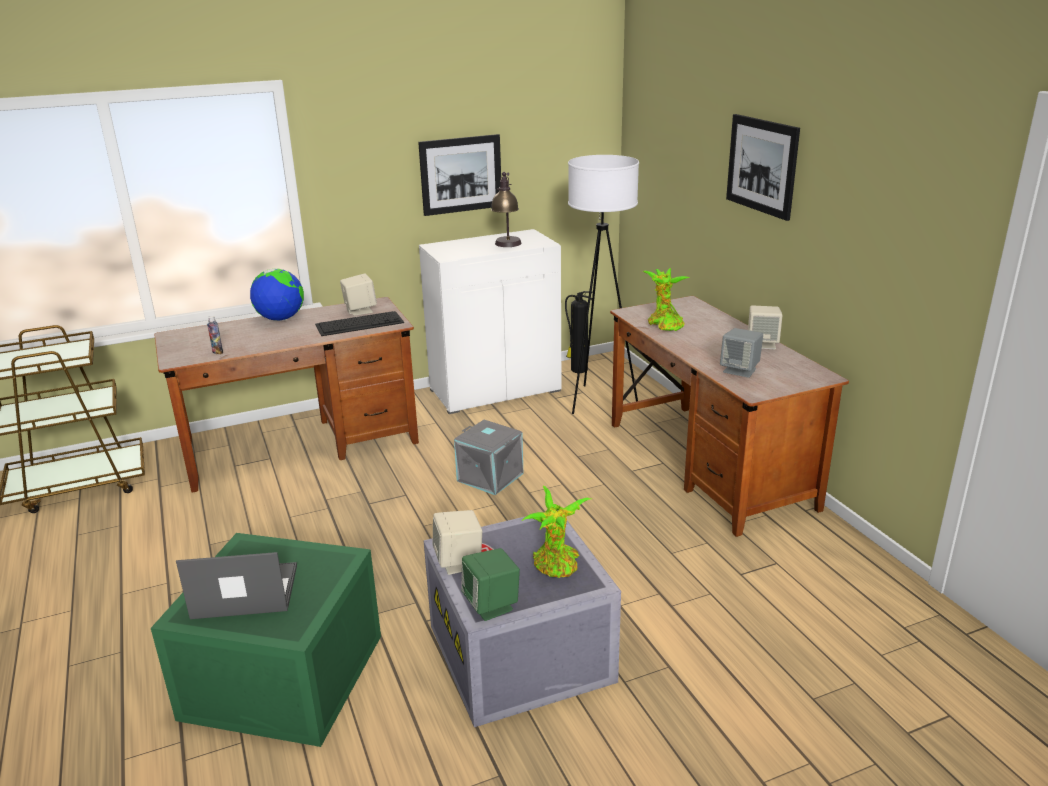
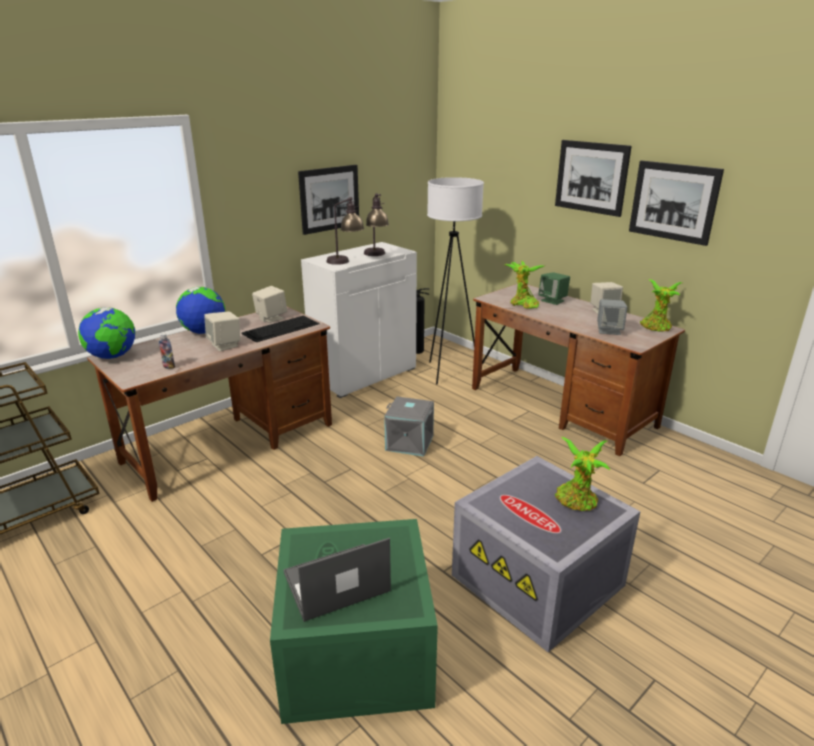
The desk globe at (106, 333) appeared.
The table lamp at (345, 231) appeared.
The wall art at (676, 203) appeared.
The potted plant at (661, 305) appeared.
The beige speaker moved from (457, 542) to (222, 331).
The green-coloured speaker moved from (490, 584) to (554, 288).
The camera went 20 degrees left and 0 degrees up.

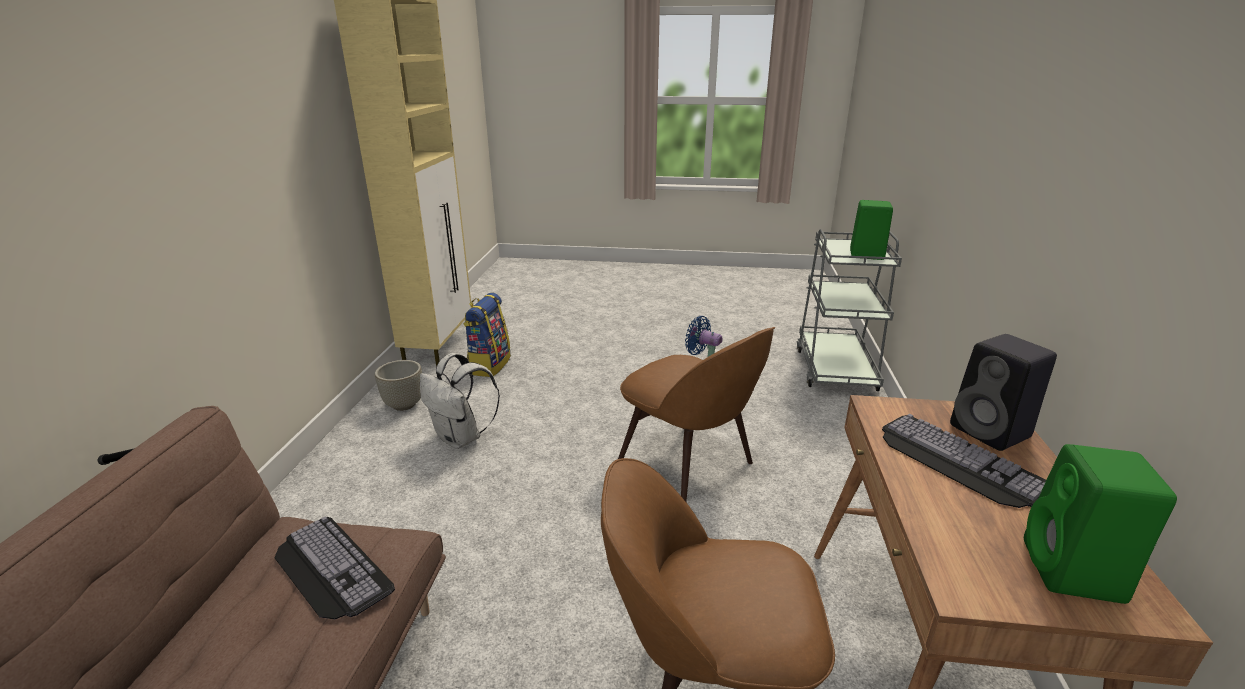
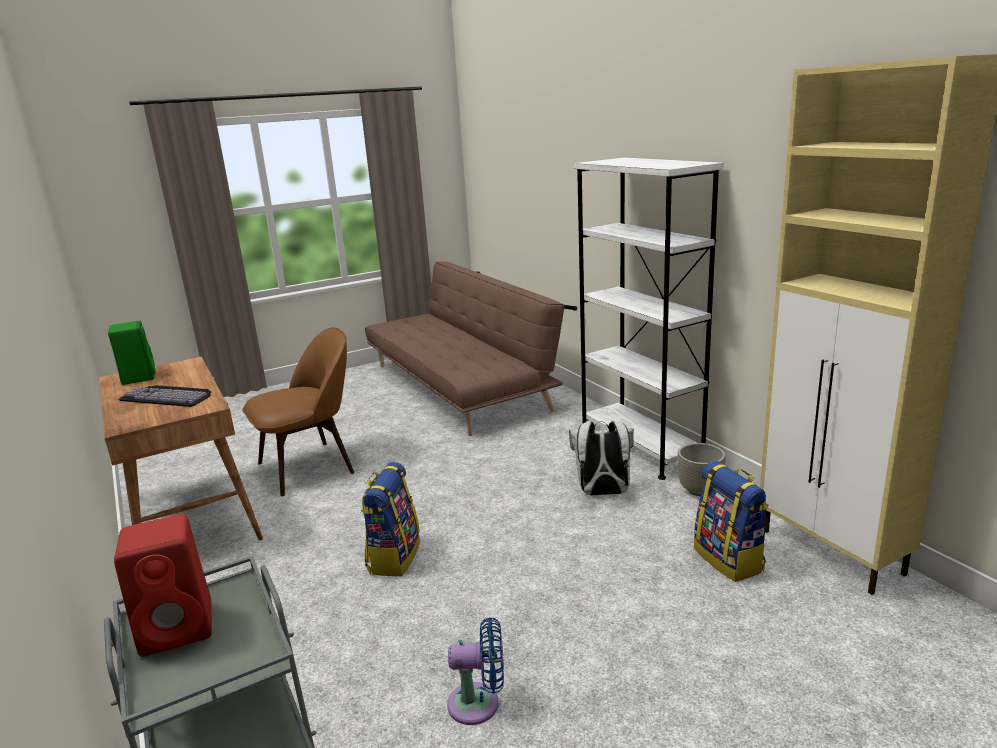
The keyboard at (335, 567) disappeared.
The black speaker at (1003, 392) disappeared.
The white bookcase at (648, 319) appeared.
The brownish chair at (696, 414) was replaced by the backpack at (390, 519).
The green-coloured speaker at (871, 230) became the reddish speaker at (163, 585).
The camera went 145 degrees right and 5 degrees down.

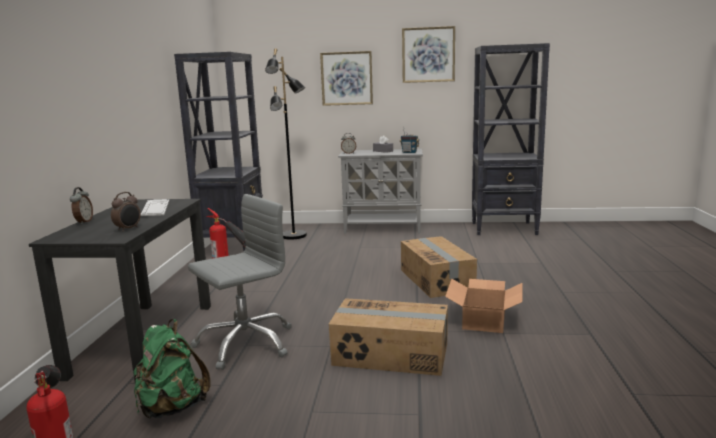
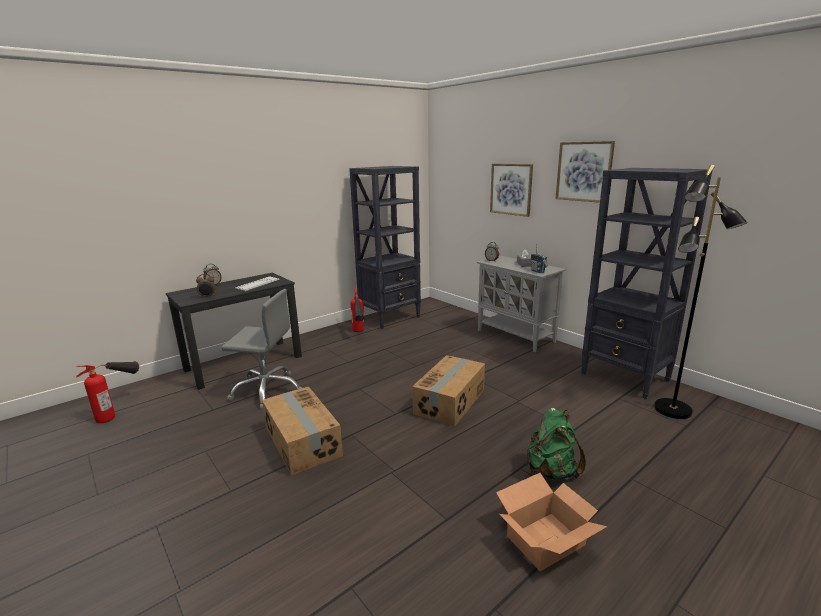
The green-coloured backpack moved from (172, 369) to (556, 444).
The black standard lamp moved from (286, 144) to (701, 292).
The packing box moved from (483, 306) to (551, 522).
The camera went 45 degrees right and 5 degrees up.

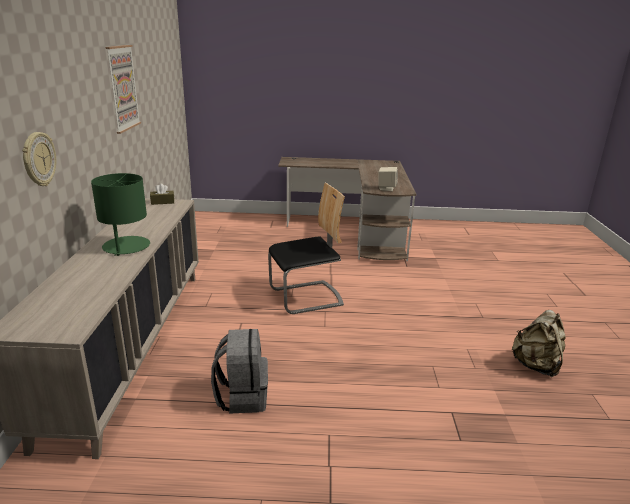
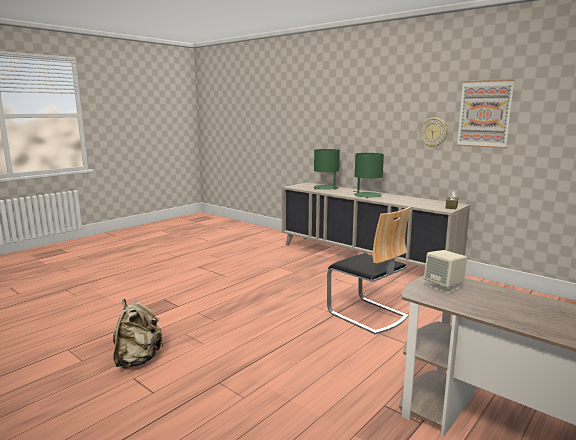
The gray backpack at (239, 371) disappeared.
The green-coloured table lamp at (327, 169) appeared.
The clock on the wall moved from (39, 159) to (434, 132).
The chair at (306, 248) turned 60 degrees counterclockwise.
The camera went 130 degrees right and 10 degrees down.

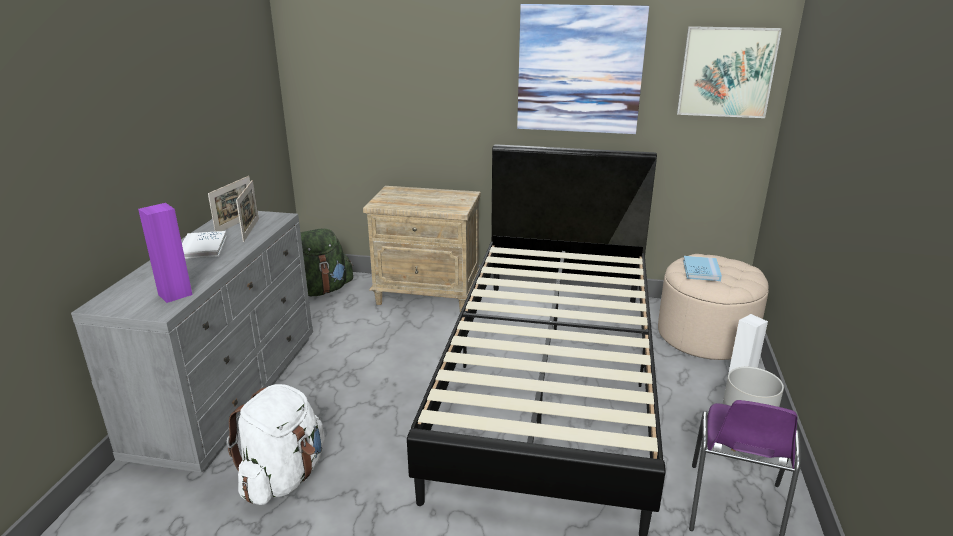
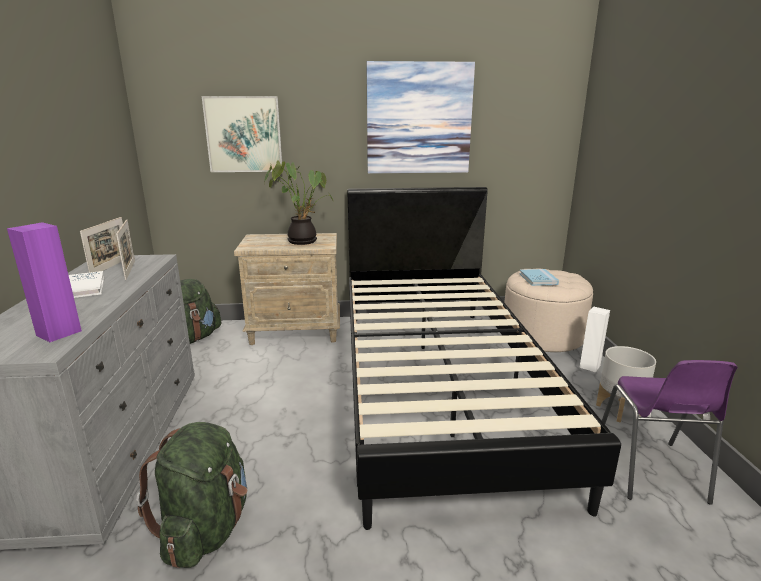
The potted plant at (298, 202) appeared.
The wall art moved from (729, 72) to (242, 134).
The white backpack at (275, 444) became the green-coloured backpack at (192, 495).
The camera went 15 degrees left and 5 degrees down.

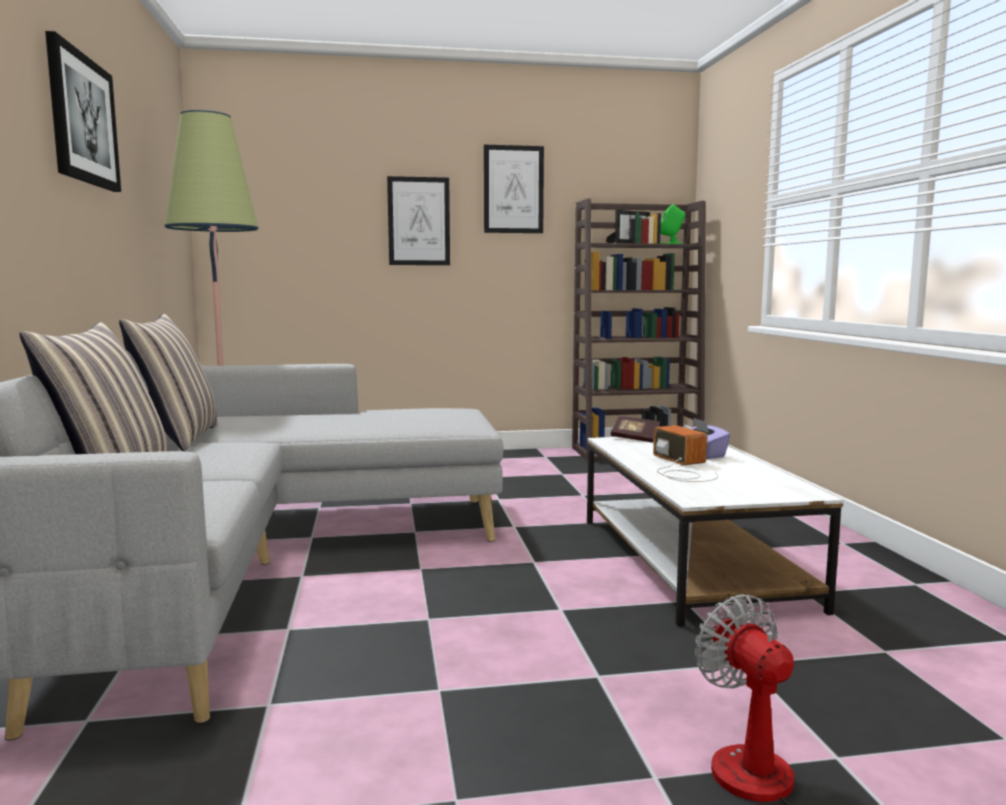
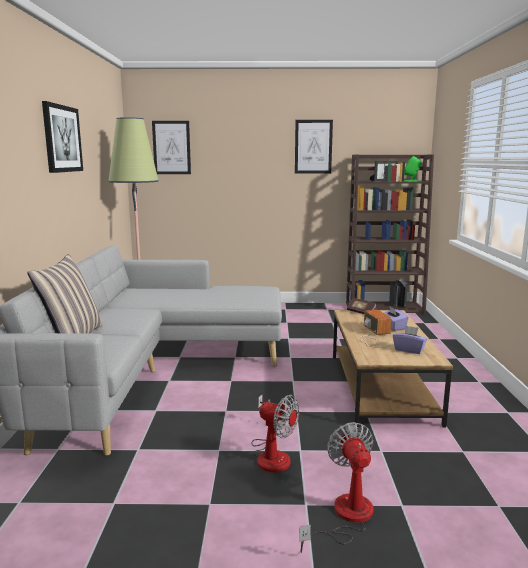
The pillow at (168, 382) disappeared.
The electric fan at (275, 433) appeared.
The purple-coloured box of tissues at (410, 339) appeared.
The wall art moved from (418, 220) to (171, 147).
The white lounge table at (715, 532) became the brownish lounge table at (393, 368).
The camera went 10 degrees right and 5 degrees up.

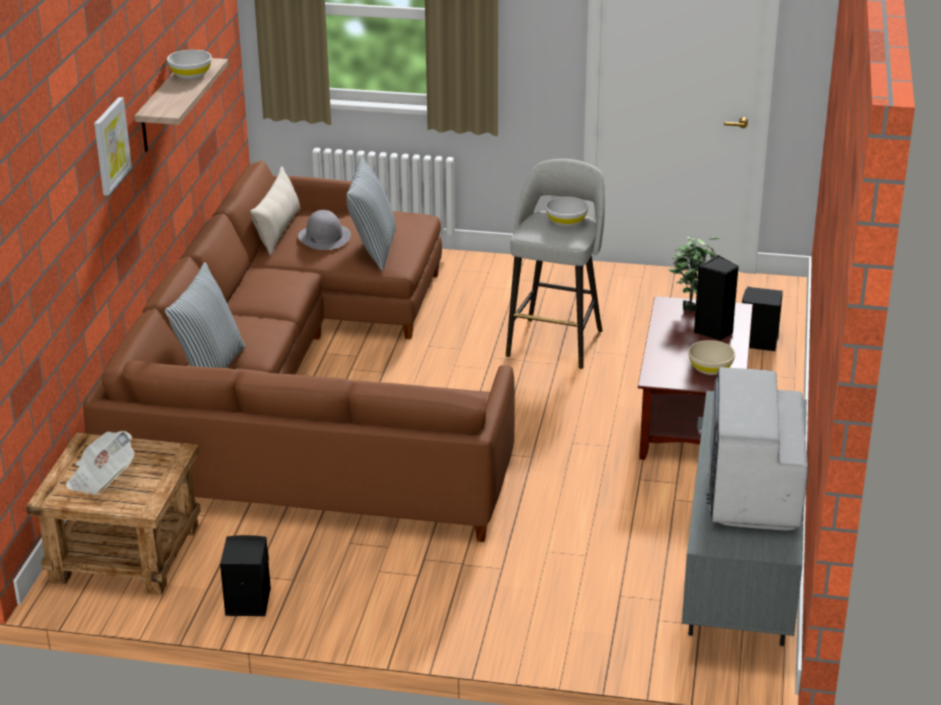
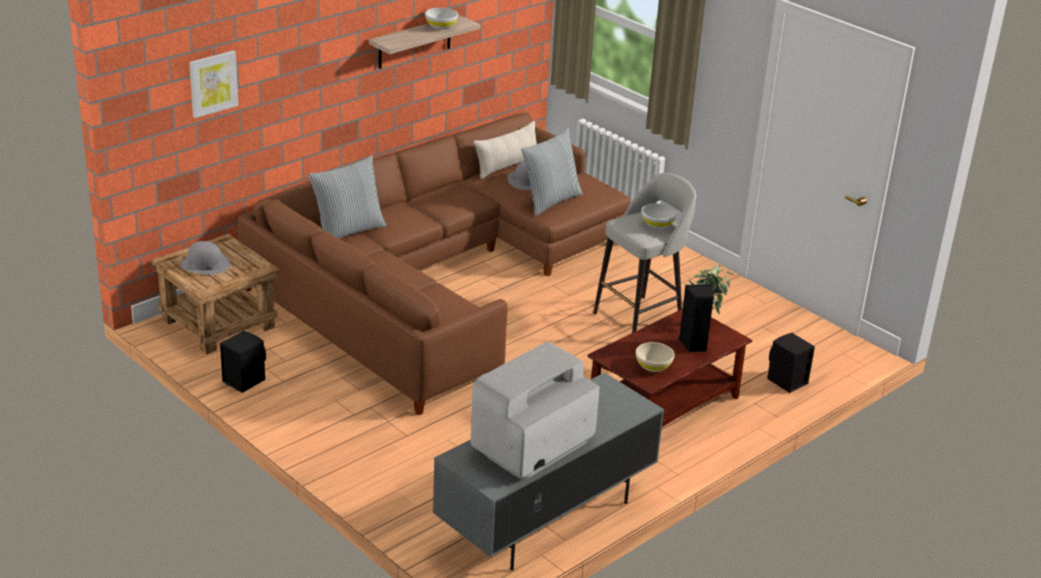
The wall art moved from (113, 146) to (213, 84).
The newspaper at (100, 463) was replaced by the gray clothing hat at (205, 258).
The camera went 35 degrees right and 0 degrees up.

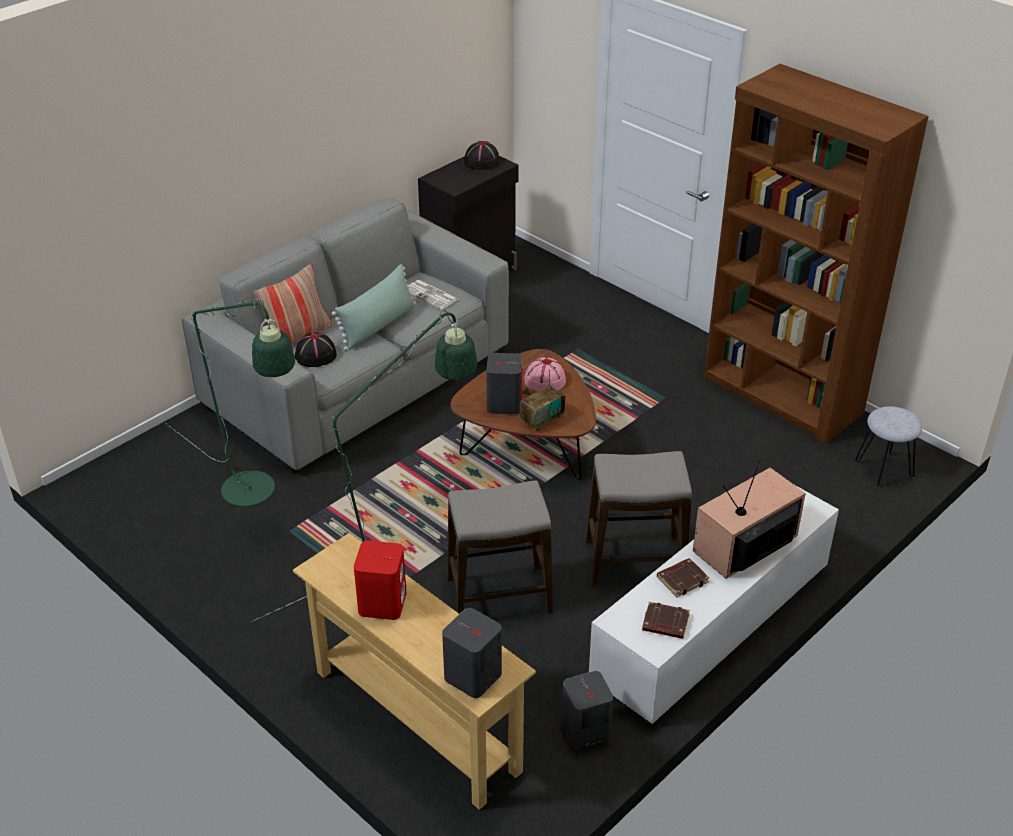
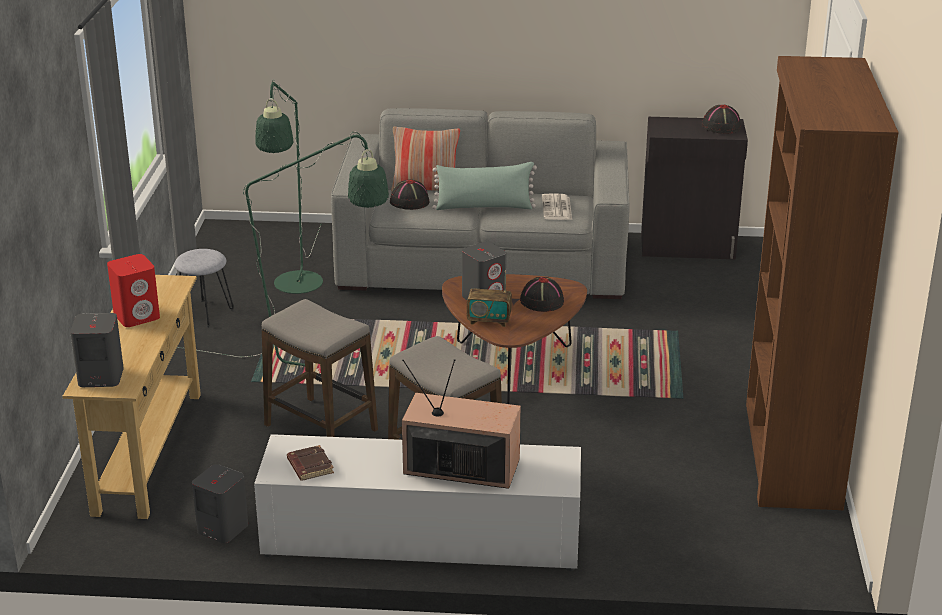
The brownish bound book at (683, 578) disappeared.
The gray stool seat moved from (888, 447) to (204, 288).
The pink-coloured clothing hat at (545, 374) became the black clothing hat at (542, 294).
The camera went 50 degrees right and 10 degrees down.

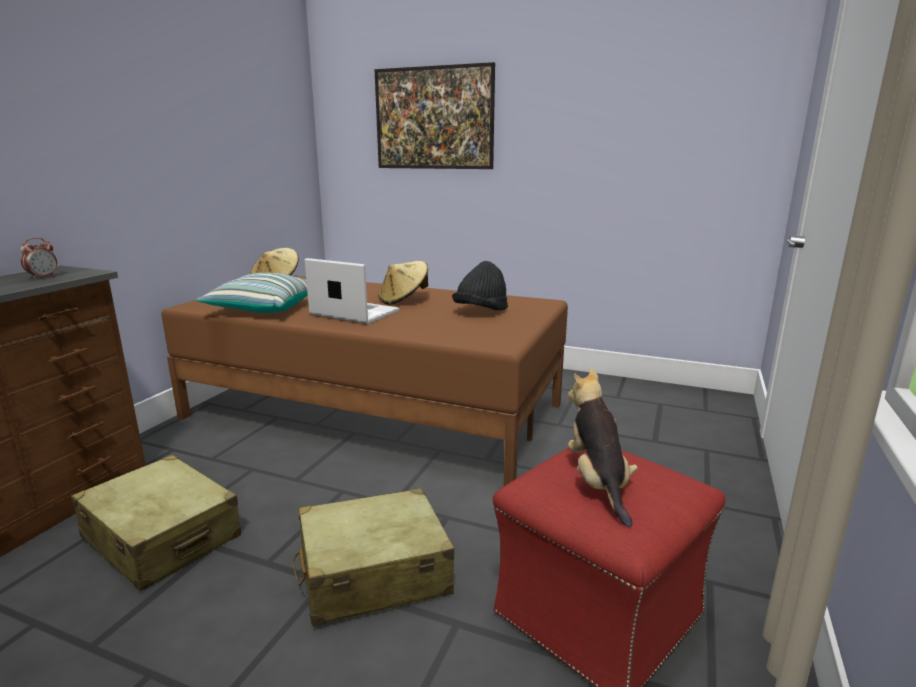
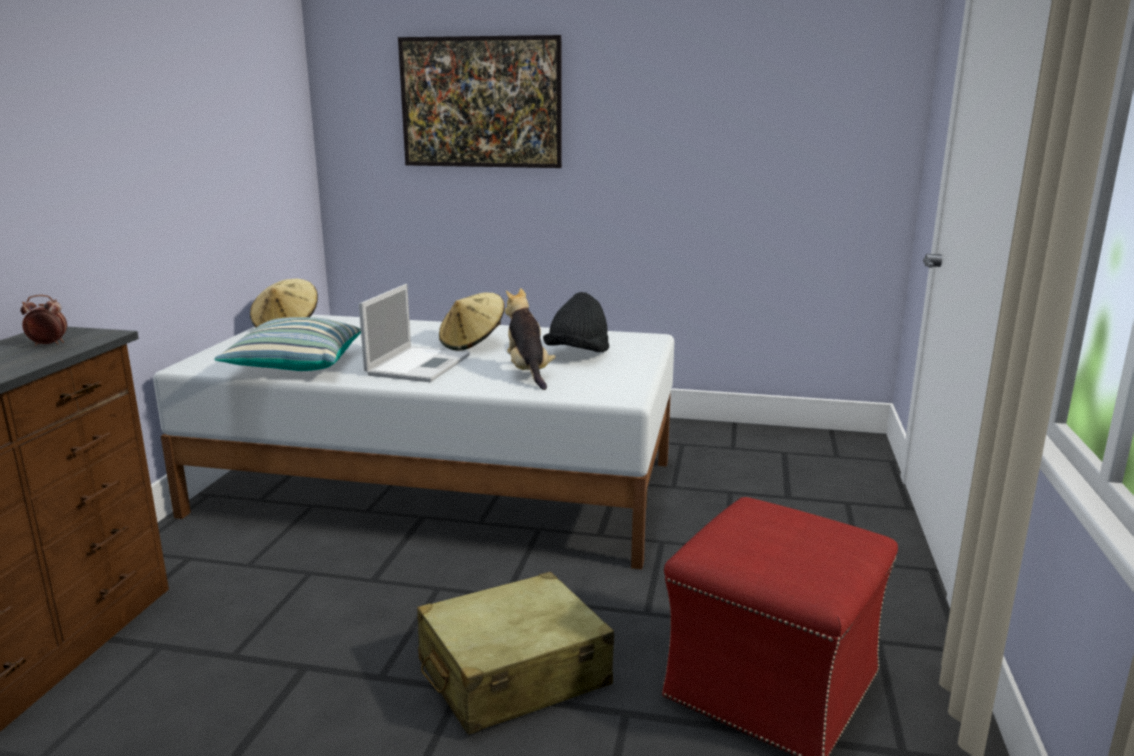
The beige travel case at (156, 523) disappeared.
The soft toy moved from (603, 447) to (530, 339).
The brownish bed at (364, 380) became the white bed at (413, 442).
The table clock at (38, 258) turned 120 degrees counterclockwise.
The portable computer at (352, 291) turned 90 degrees clockwise.
The camera went 10 degrees left and 0 degrees up.

